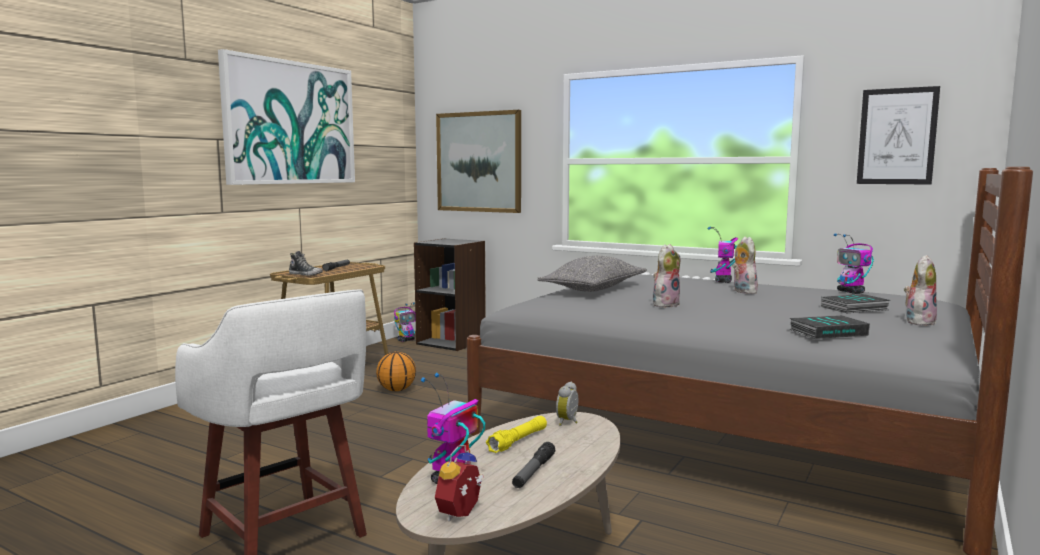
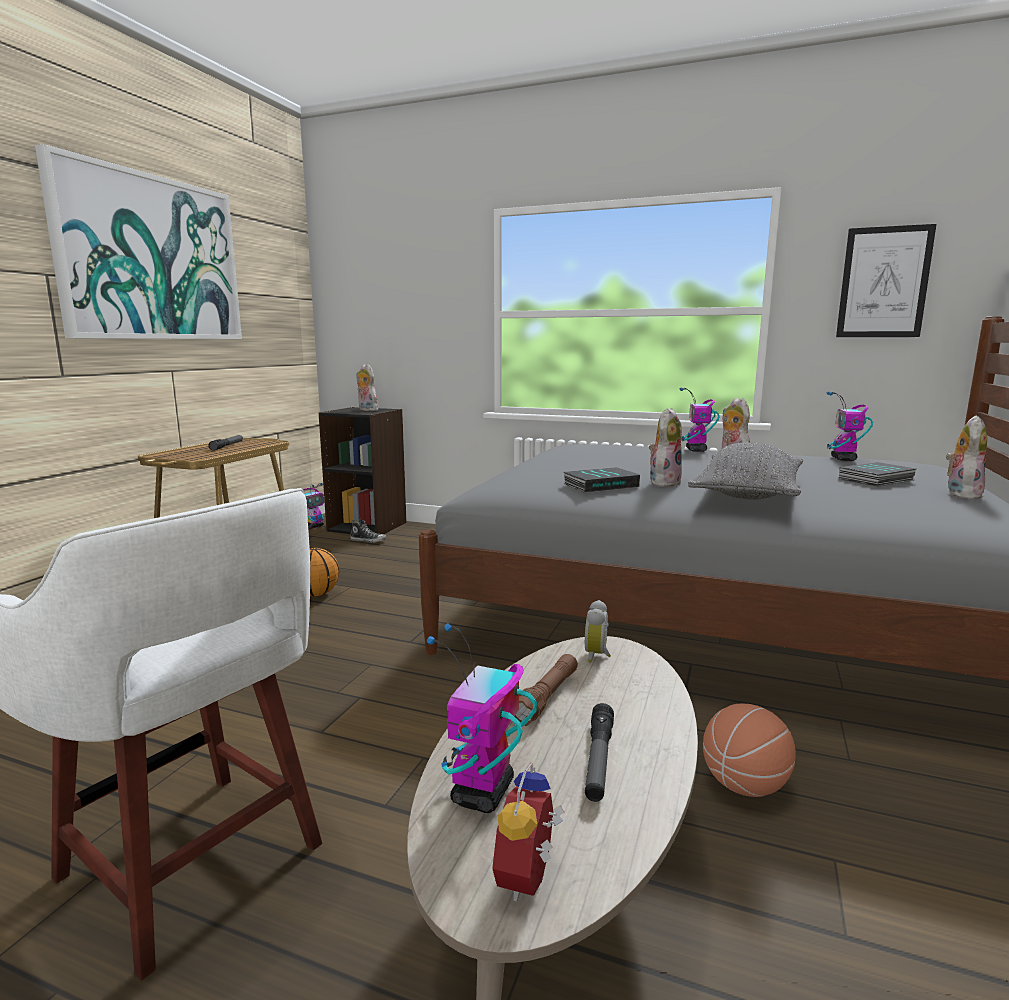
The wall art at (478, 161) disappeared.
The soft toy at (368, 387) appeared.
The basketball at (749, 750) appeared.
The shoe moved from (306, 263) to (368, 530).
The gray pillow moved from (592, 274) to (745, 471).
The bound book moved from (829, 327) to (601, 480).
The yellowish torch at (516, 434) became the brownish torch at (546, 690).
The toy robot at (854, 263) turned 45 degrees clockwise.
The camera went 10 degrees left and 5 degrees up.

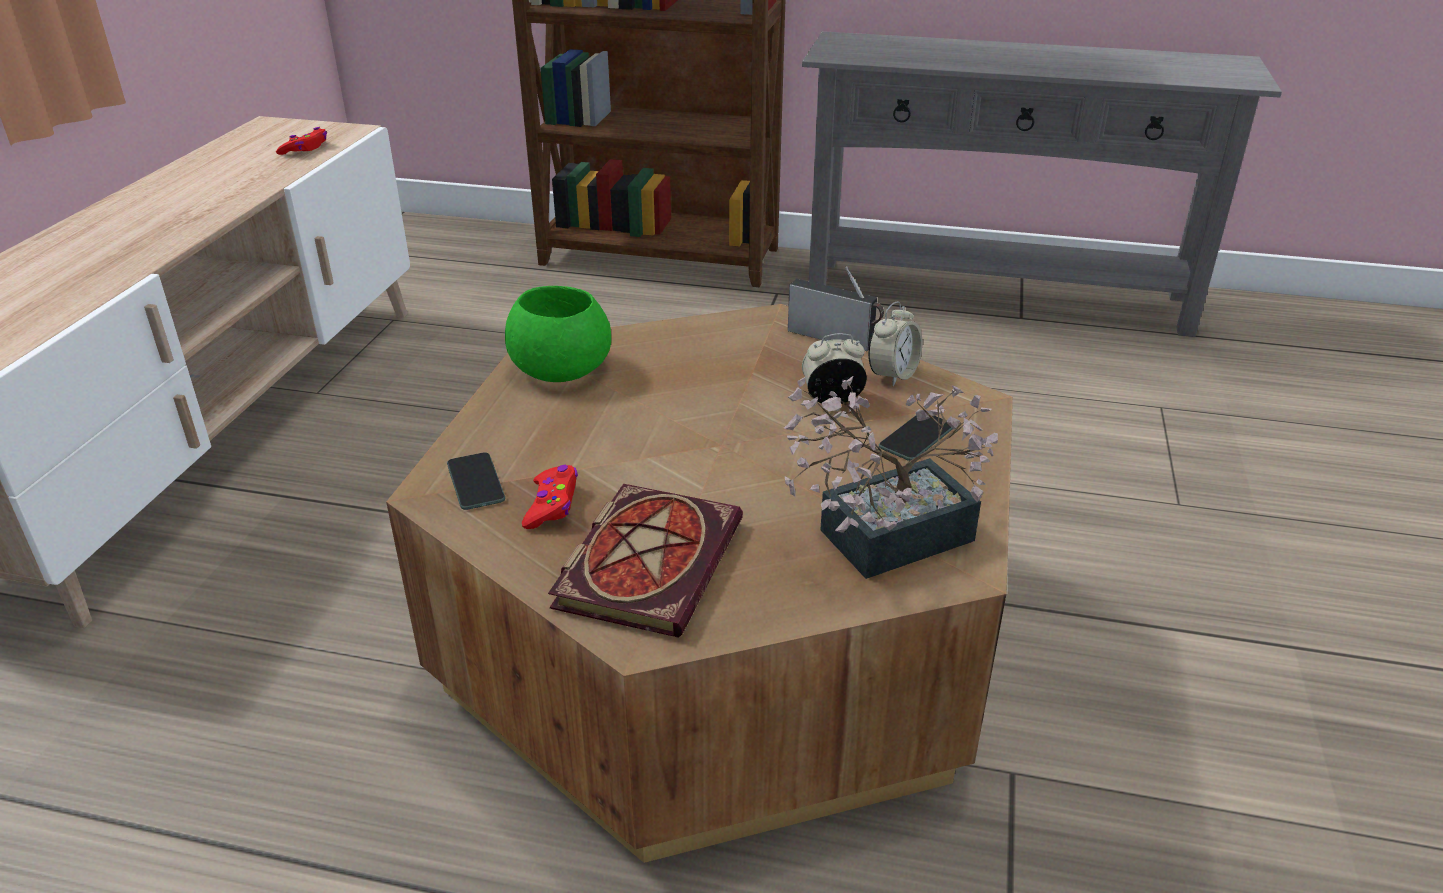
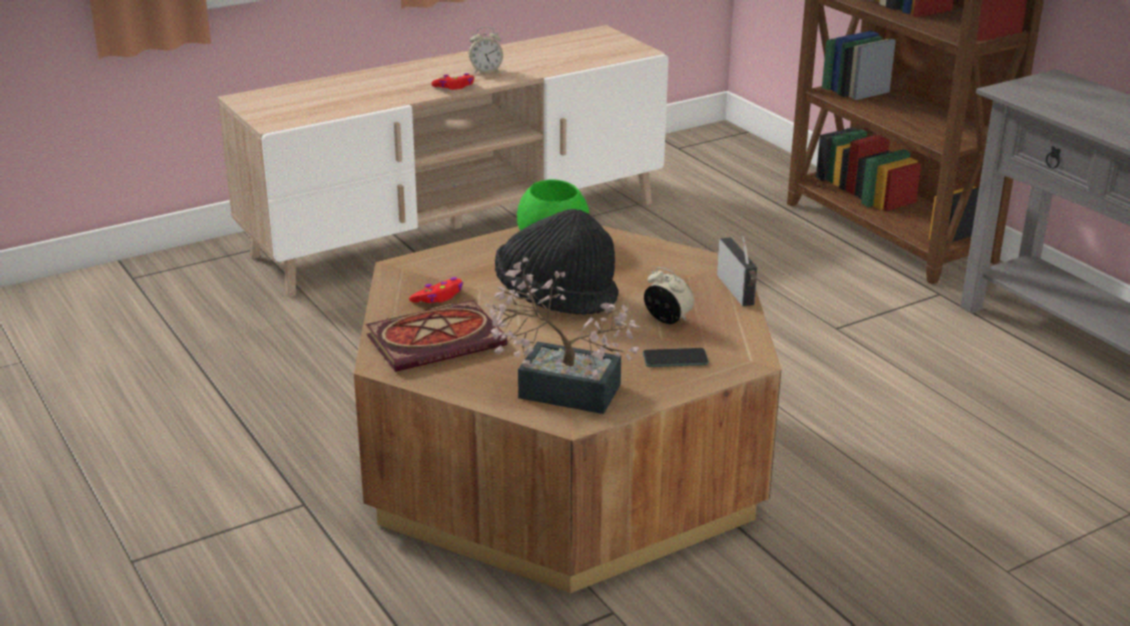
The handset at (476, 481) disappeared.
The black clothing hat at (557, 262) appeared.
The reddish gamepad moved from (301, 141) to (452, 81).
The table clock moved from (895, 343) to (486, 50).
The camera went 45 degrees right and 5 degrees down.

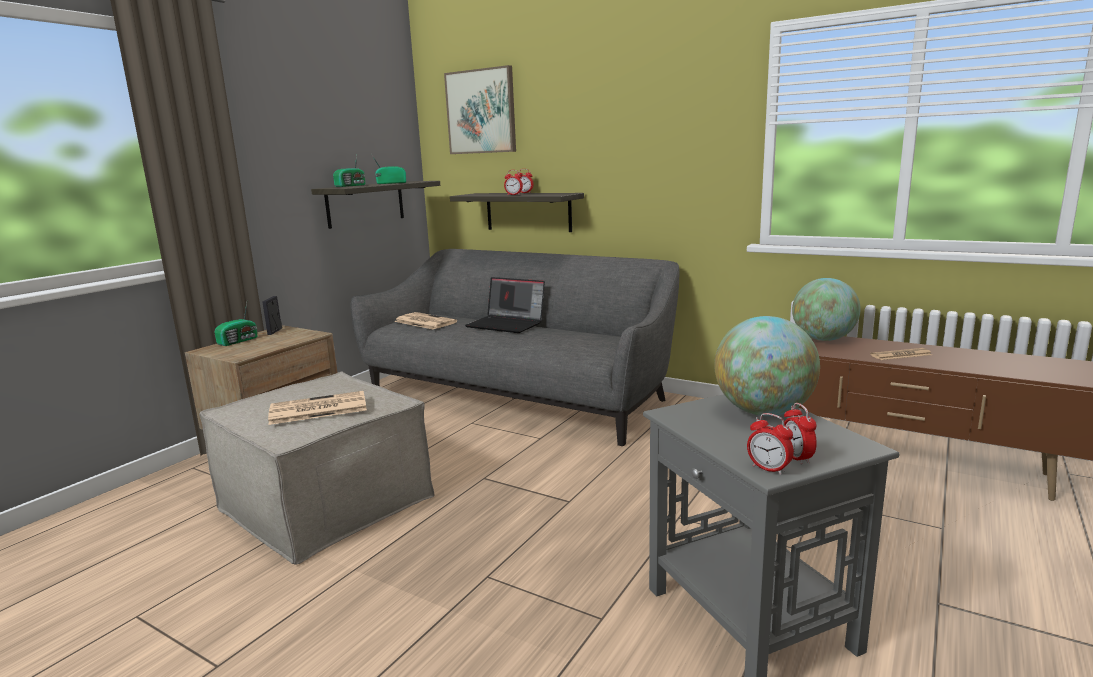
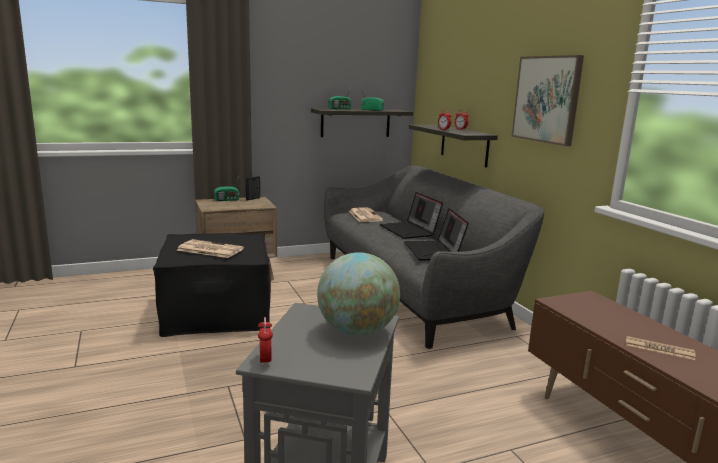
The table clock at (800, 434) disappeared.
The desk globe at (826, 309) disappeared.
The portable computer at (436, 234) appeared.
The wall art moved from (480, 109) to (547, 100).
The beige ottoman at (316, 468) became the black ottoman at (212, 285).
The camera went 35 degrees right and 0 degrees up.

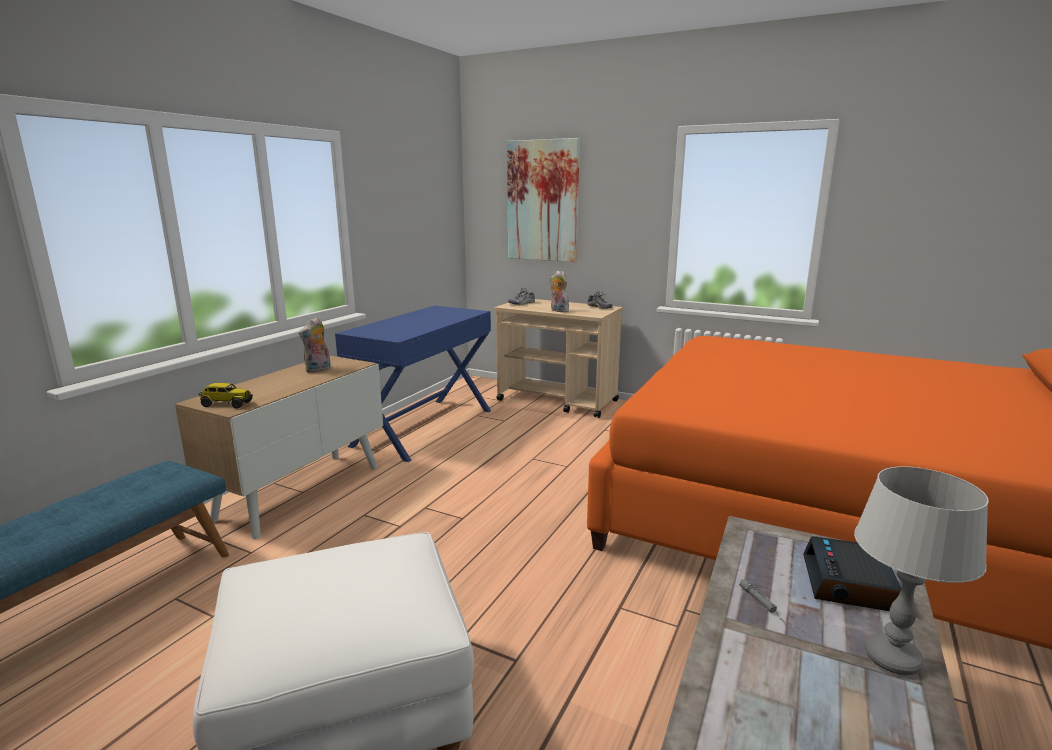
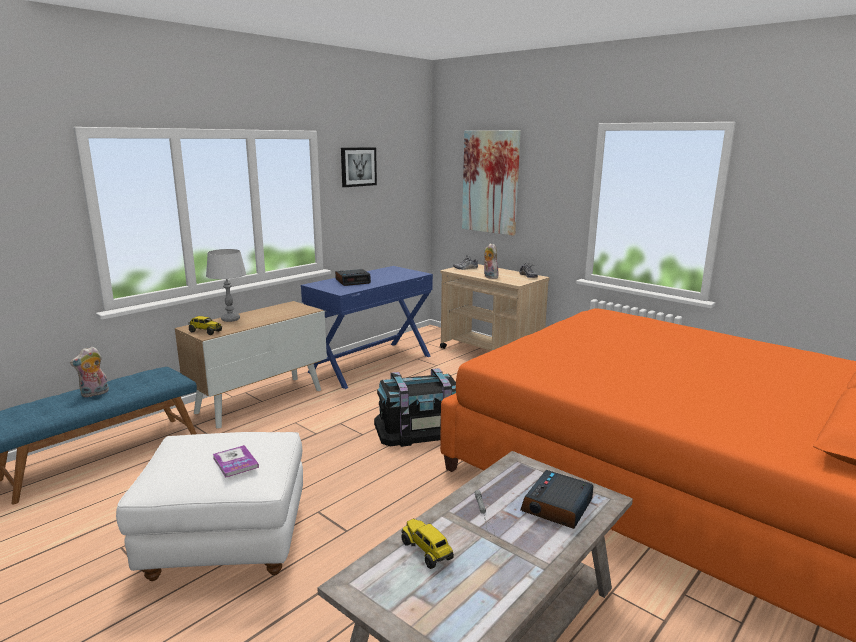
The bound book at (236, 461) appeared.
The table clock at (353, 277) appeared.
The wall art at (359, 167) appeared.
The black storage box at (415, 407) appeared.
The toy truck at (427, 544) appeared.
The soft toy moved from (315, 345) to (89, 372).
The gray table lamp moved from (921, 570) to (226, 285).
The camera went 15 degrees right and 0 degrees up.

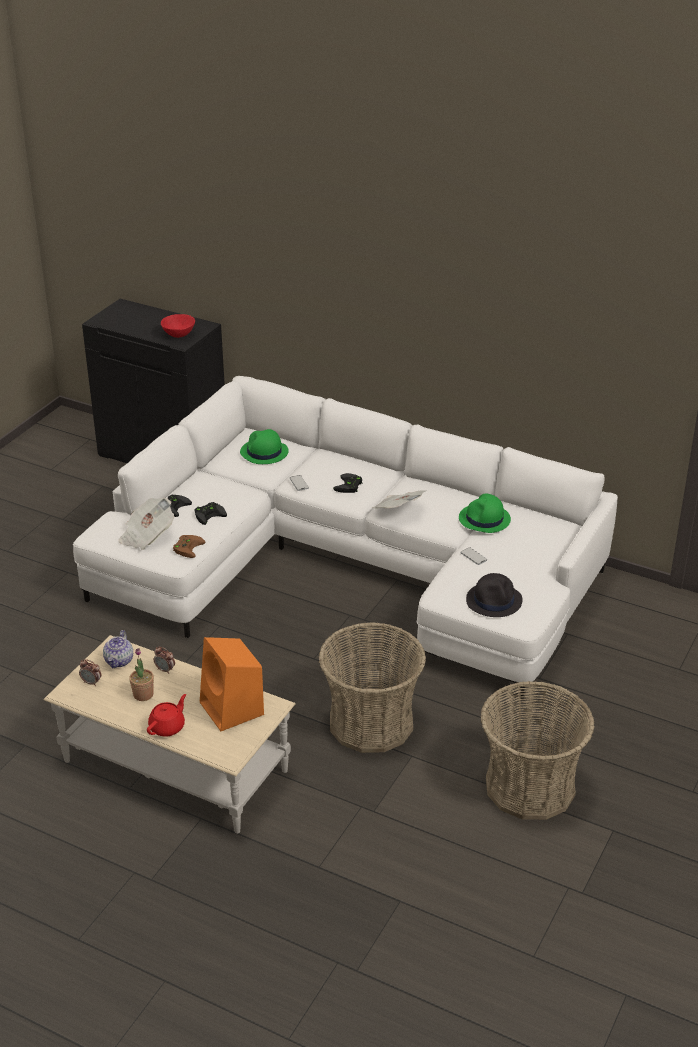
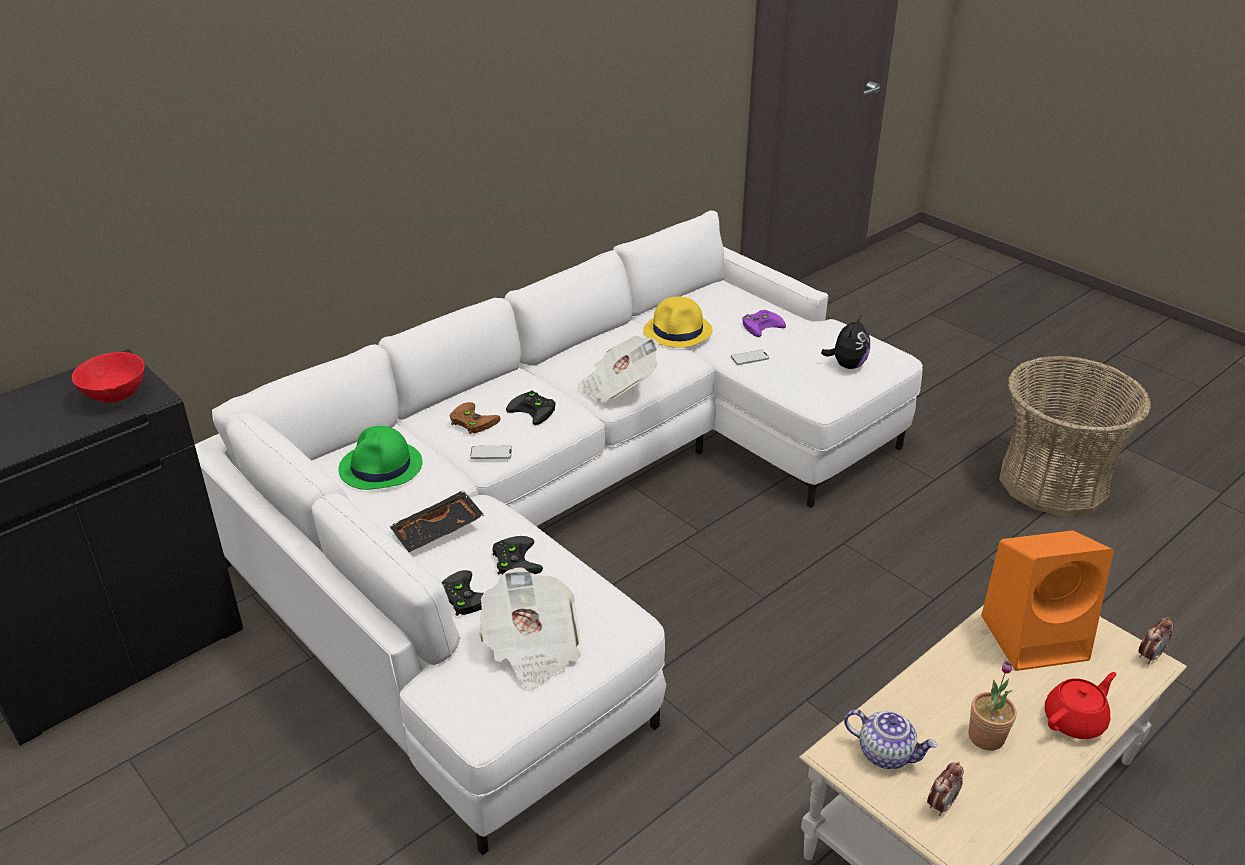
The basket at (372, 687) disappeared.
The black serving tray at (436, 521) appeared.
The purple-coloured gamepad at (764, 323) appeared.
The table clock moved from (164, 660) to (1156, 640).
The brownish gamepad moved from (189, 546) to (475, 418).
The black clothing hat at (494, 595) was replaced by the soft toy at (845, 341).
The green-coloured clothing hat at (485, 513) became the yellowish clothing hat at (678, 322).
The reddish tea pot at (166, 715) turned 90 degrees clockwise.
The camera went 70 degrees left and 0 degrees up.

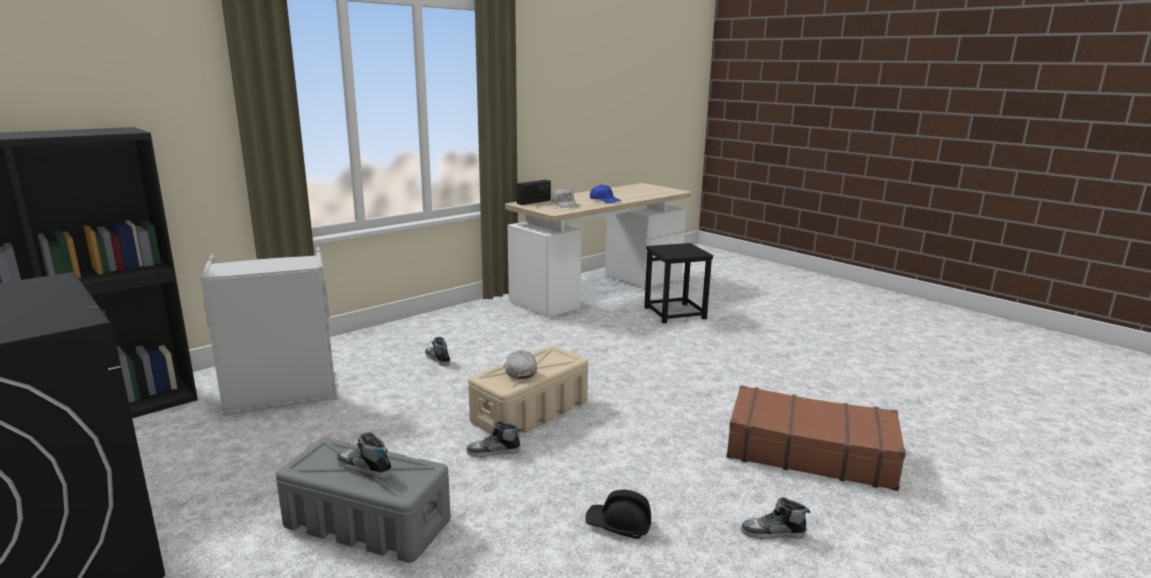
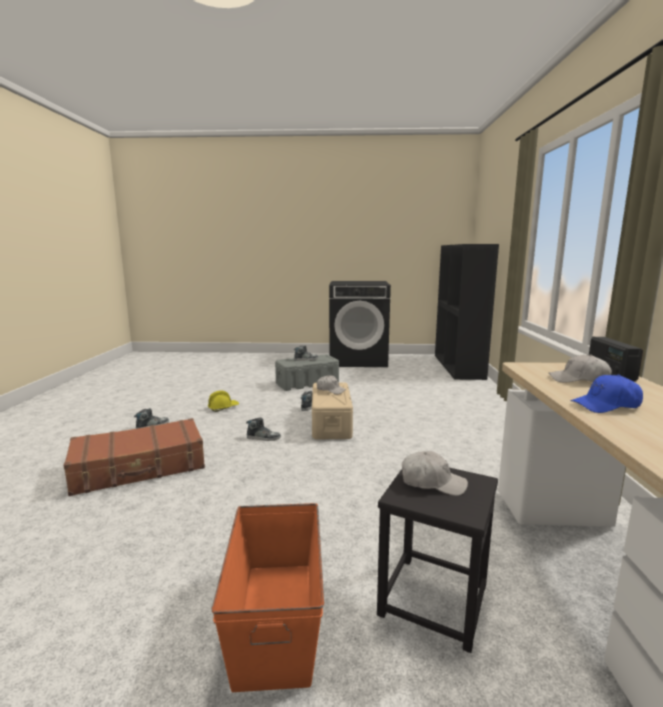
The gray washing basket at (268, 331) disappeared.
The orange storage box at (267, 597) appeared.
The white cap at (435, 473) appeared.
The shoe moved from (437, 351) to (263, 429).
The black safety helmet at (618, 514) became the yellowish safety helmet at (223, 401).
The camera went 135 degrees right and 5 degrees down.

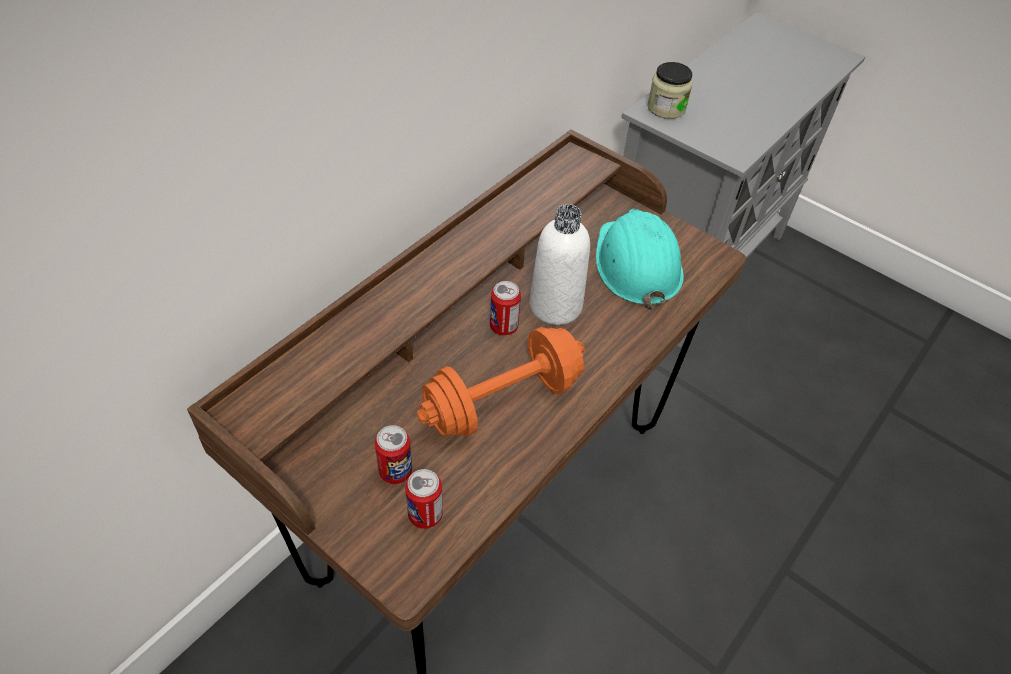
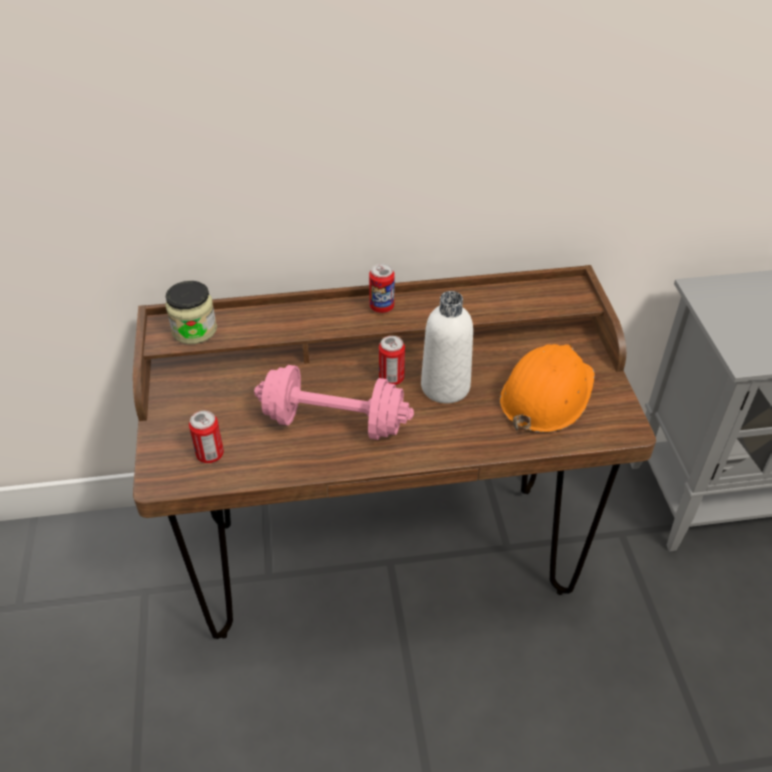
The sealed can moved from (393, 454) to (382, 288).
The preserve jar moved from (670, 90) to (191, 312).
The orange hand weight at (501, 382) became the pink-coloured hand weight at (334, 402).
The turquoise-coloured safety helmet at (640, 259) became the orange safety helmet at (547, 388).
The camera went 45 degrees right and 5 degrees down.

